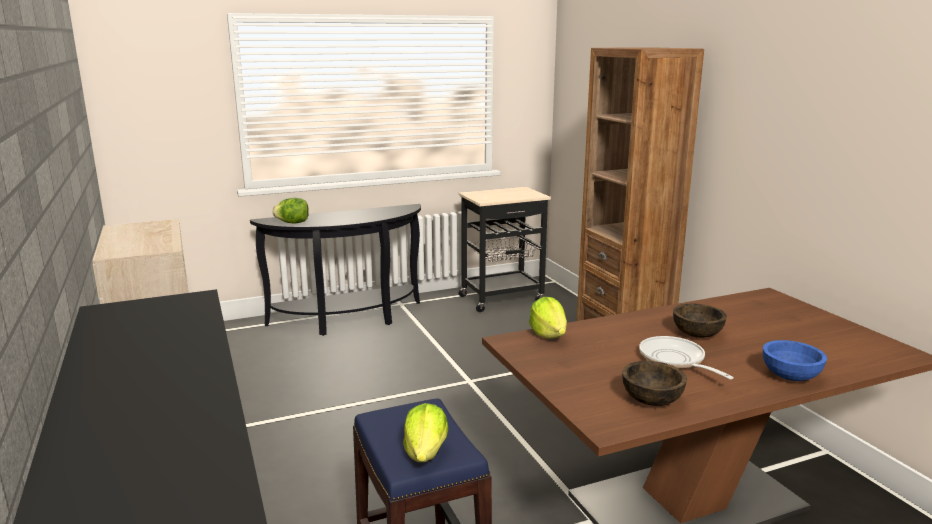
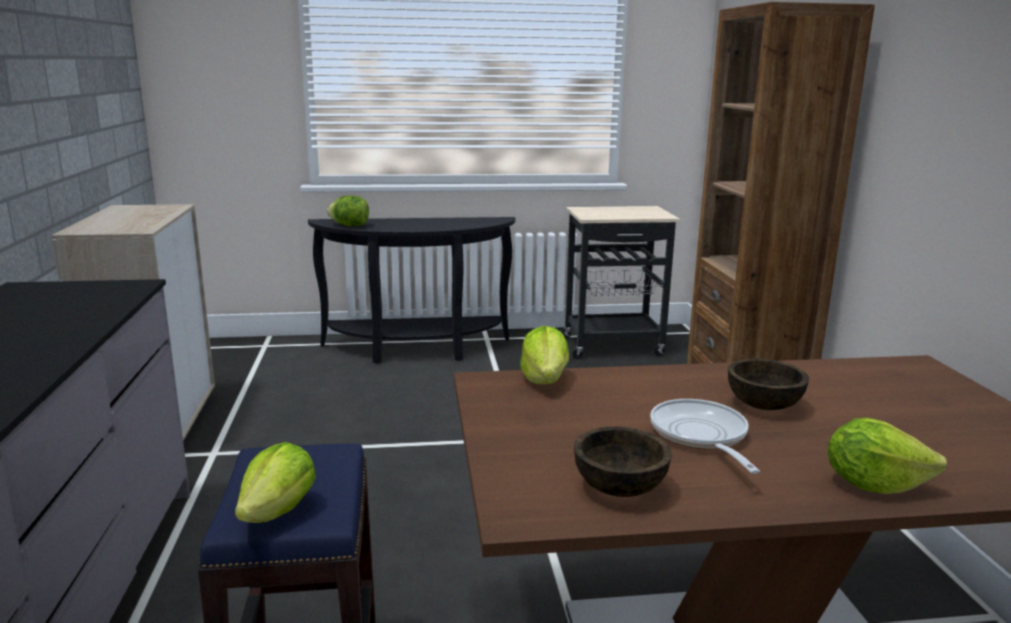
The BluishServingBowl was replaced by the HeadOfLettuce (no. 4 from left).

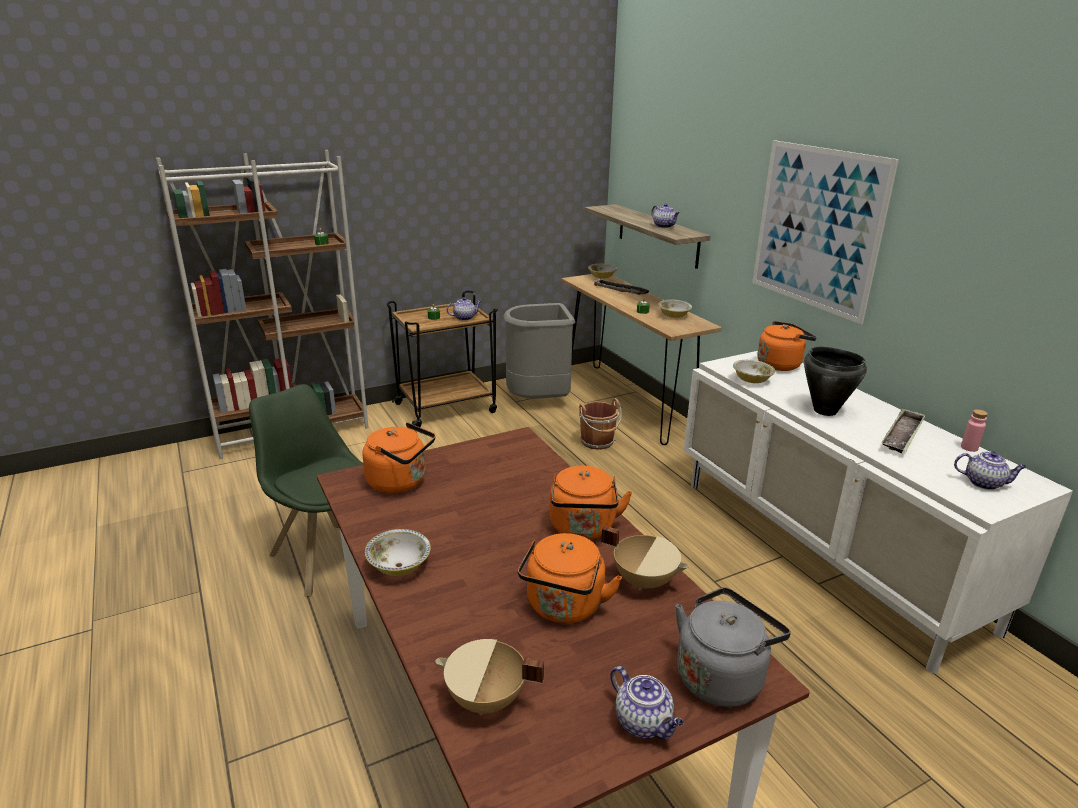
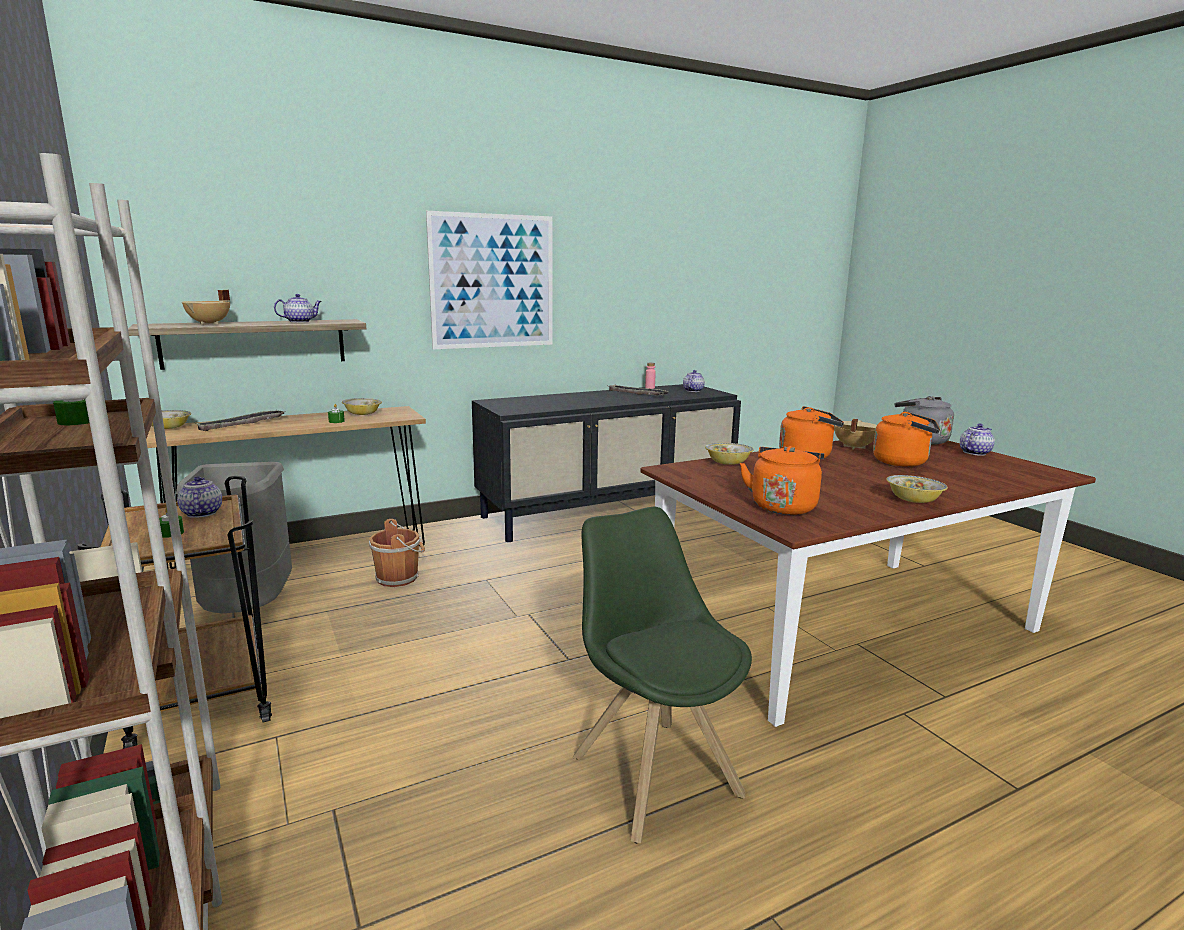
The GreenColouredChair turned 105 degrees clockwise.
The SandColouredStockpot (no. 1 from left) moved.
The WhiteCupboard became the BlackishCupboard.
The ServingBowl (no. 4 from left in the first image) moved.
The OrangeColouredKettle (no. 4 from left) disappeared.
The BlackishStockpot disappeared.

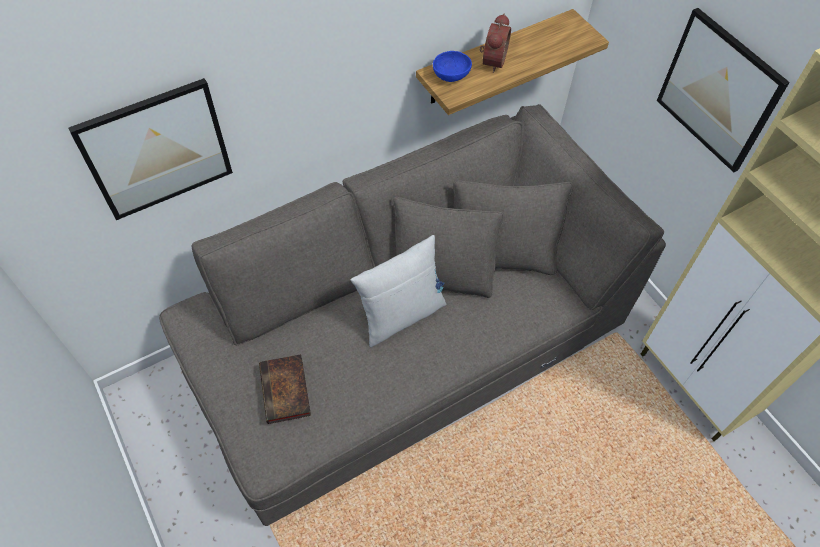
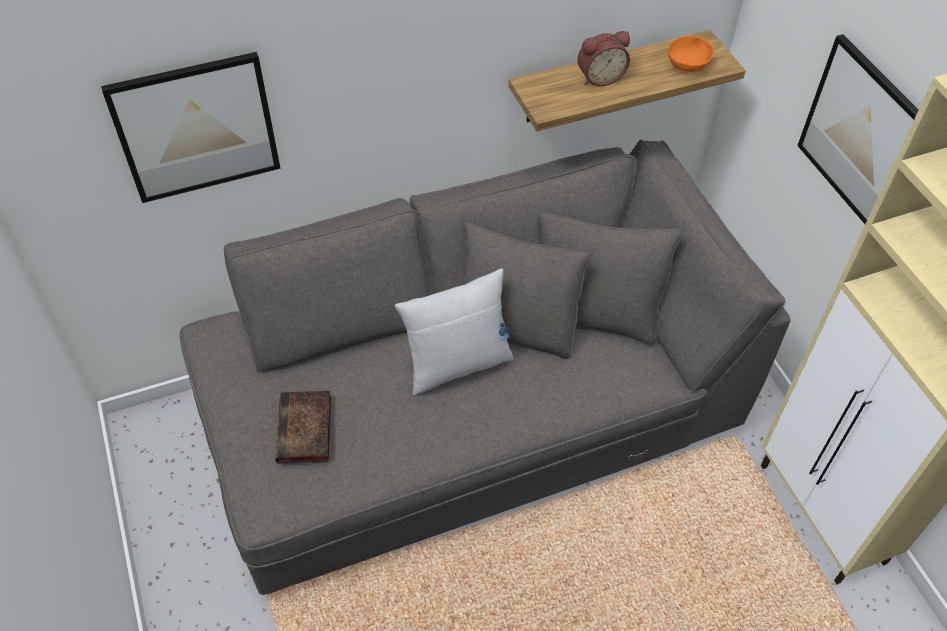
The BluishServingBowl disappeared.
The AlarmClock turned 45 degrees clockwise.
The OrangeColouredServingBowl appeared.

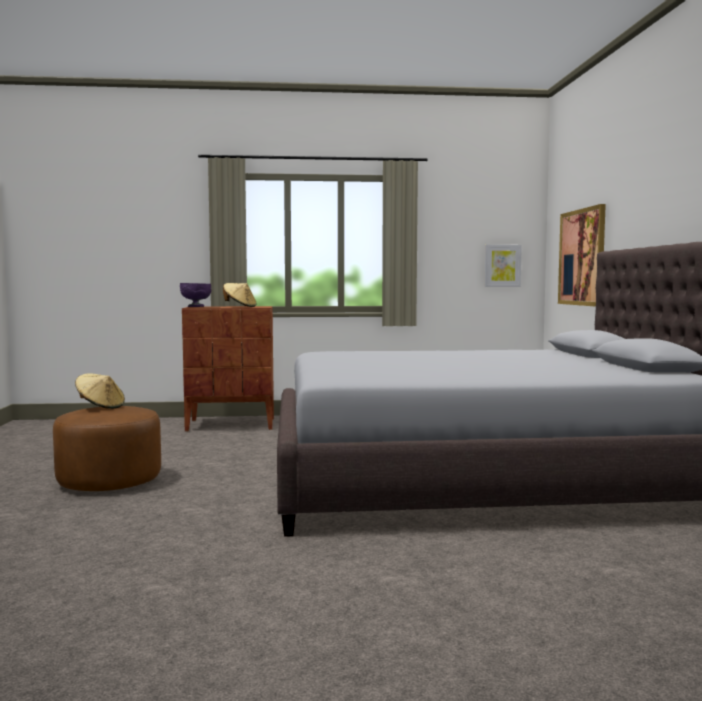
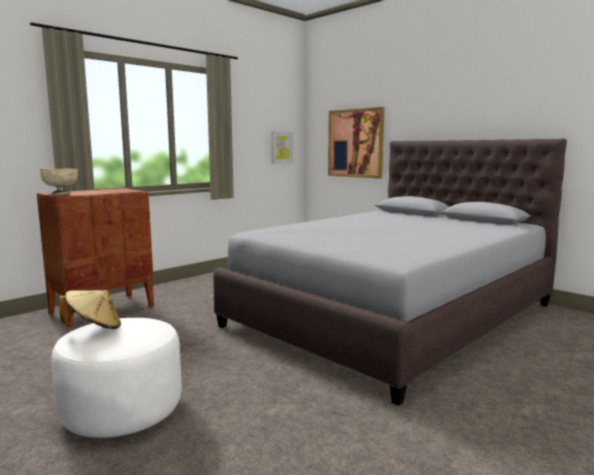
The BrownOttoman became the WhiteOttoman.
The PurpleColouredServingBowl became the SandColouredServingBowl.
The SandColouredHat (no. 2 from left) disappeared.

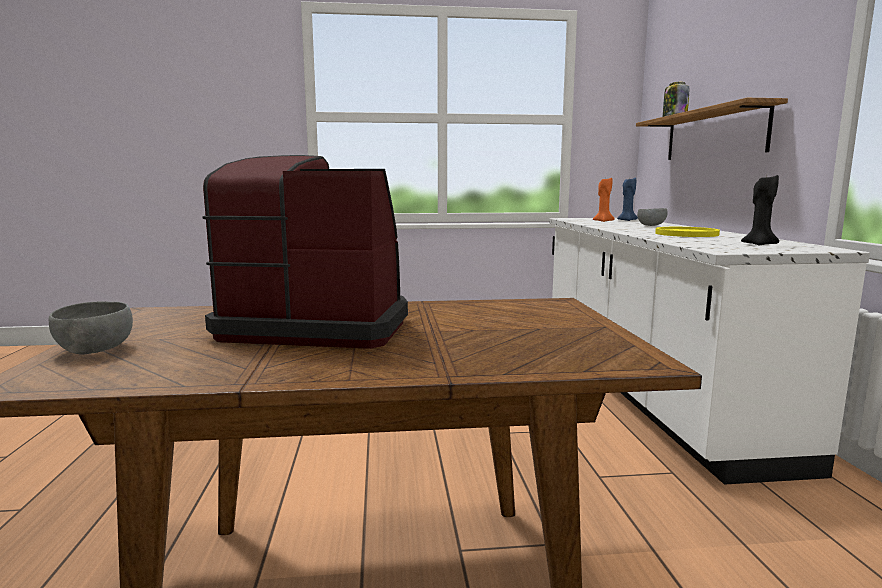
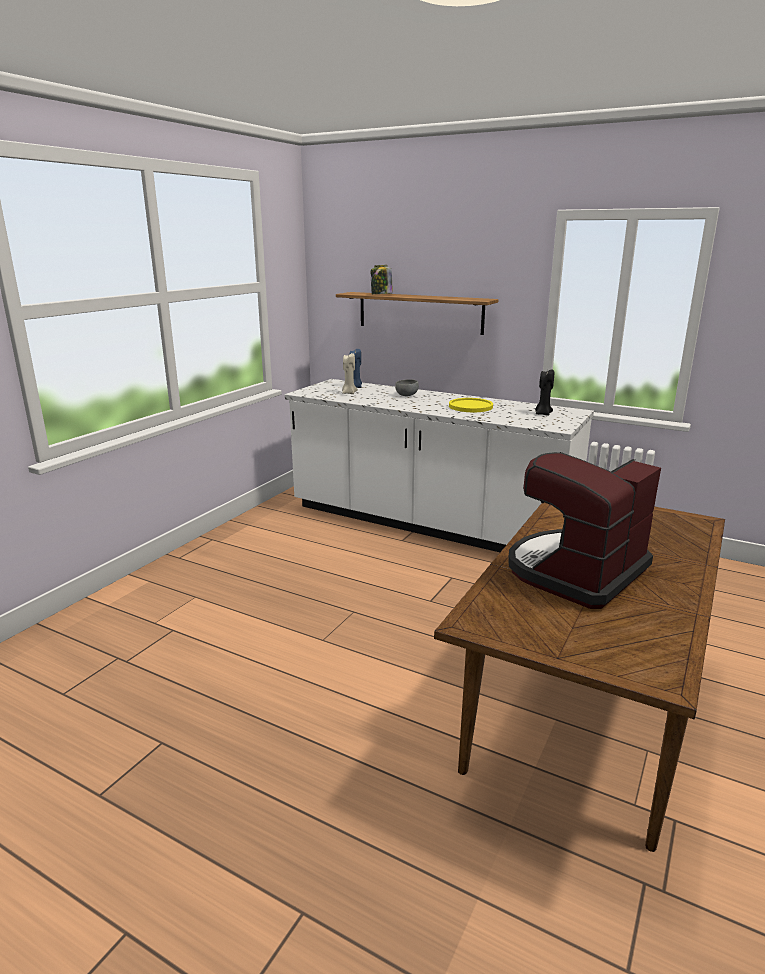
The GreyServingBowl (no. 1 from left) disappeared.
The OrangeColouredCandle became the SandColouredCandle.

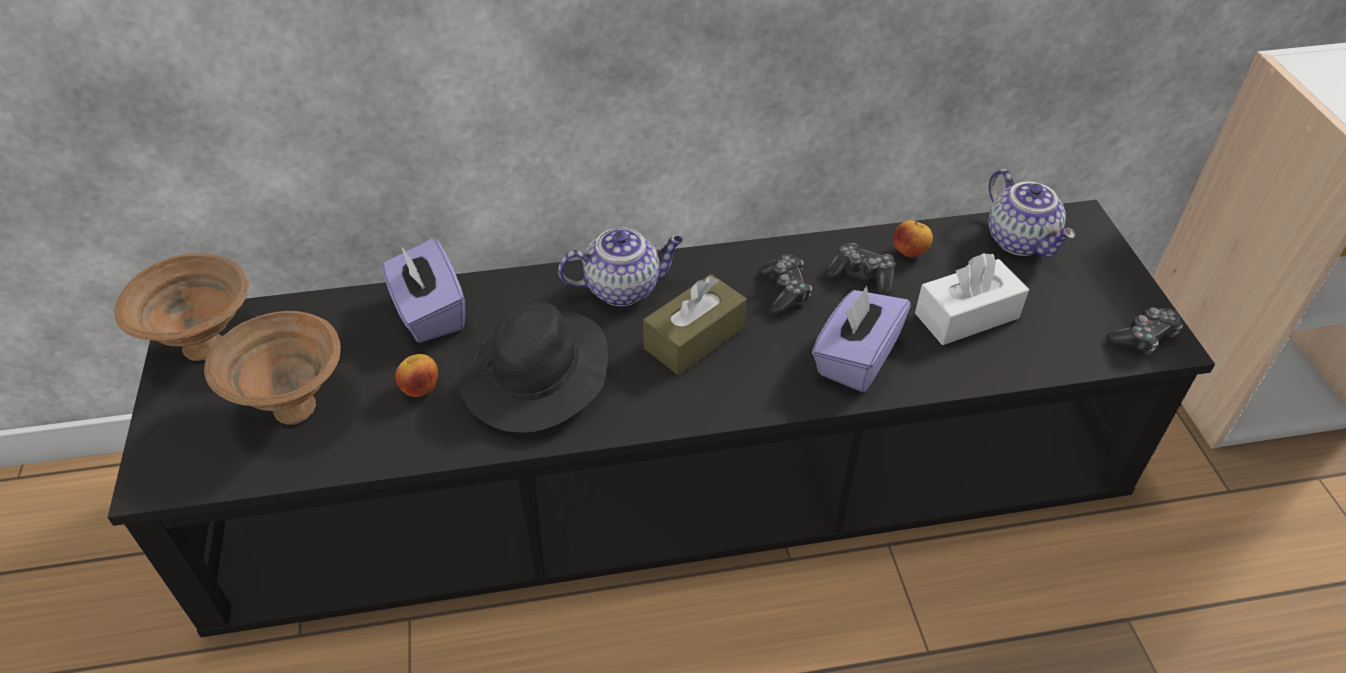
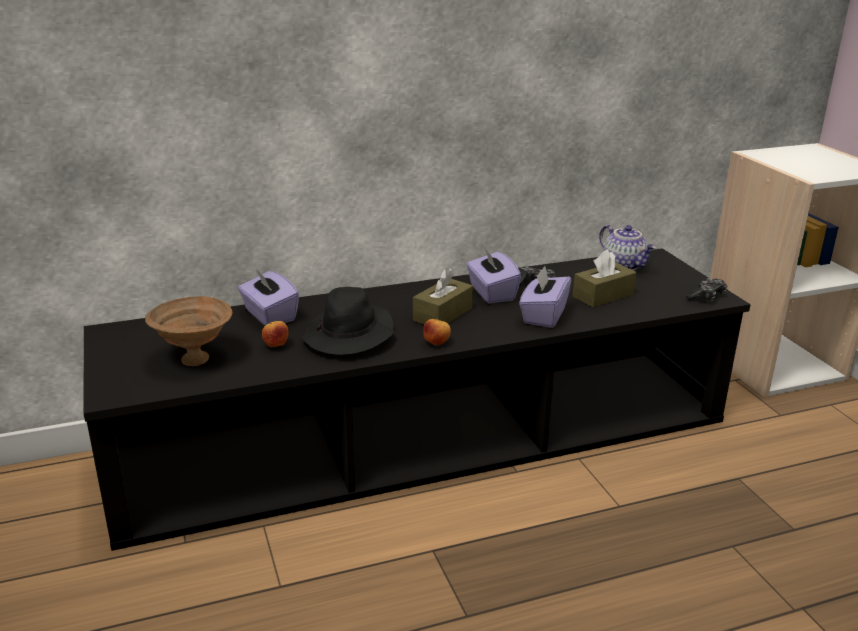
The BrownServingBowl (no. 1 from left) disappeared.
The PotForTea (no. 1 from left) disappeared.
The GameController (no. 1 from left) was replaced by the PurpleColouredBoxOfTissues (no. 2 from left).
The AppleFruit (no. 2 from left) moved.
The WhiteBoxOfTissues became the BrownBoxOfTissues (no. 2 from left).

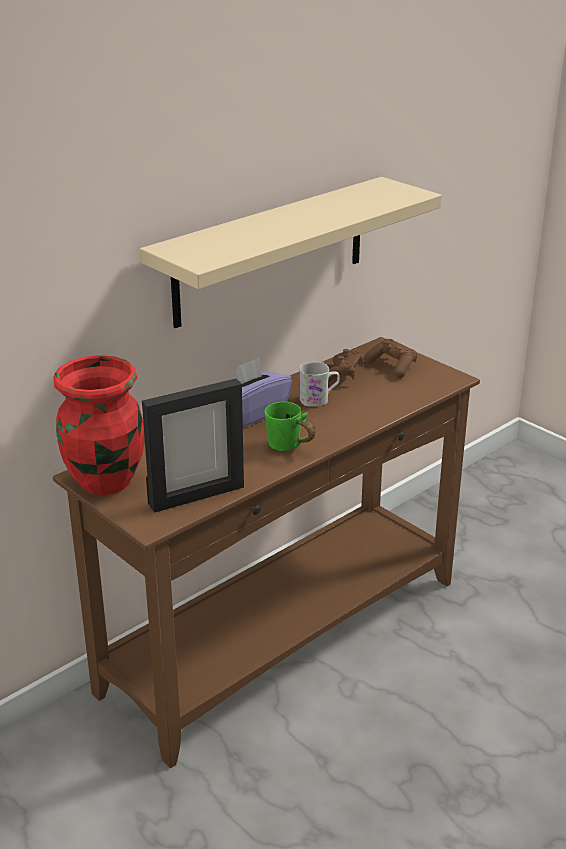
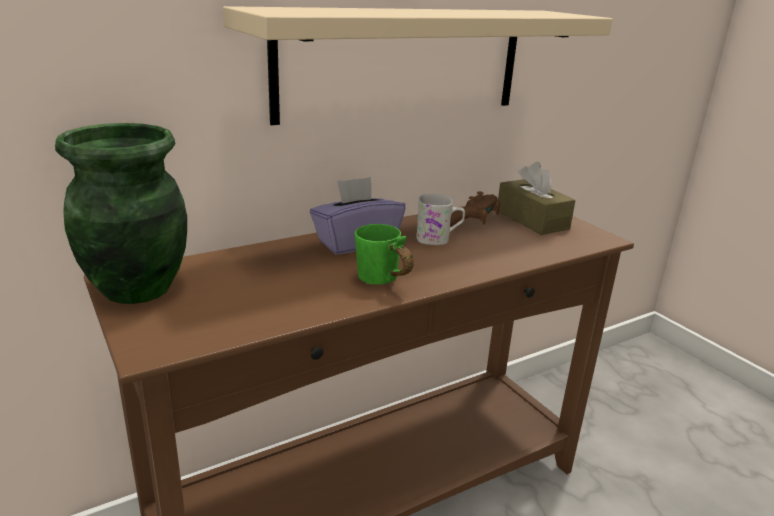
The ReddishFlowerVase became the GreenColouredFlowerVase.
The PhotoFrame disappeared.
The BrownGameController (no. 2 from left) was replaced by the BrownBoxOfTissues.

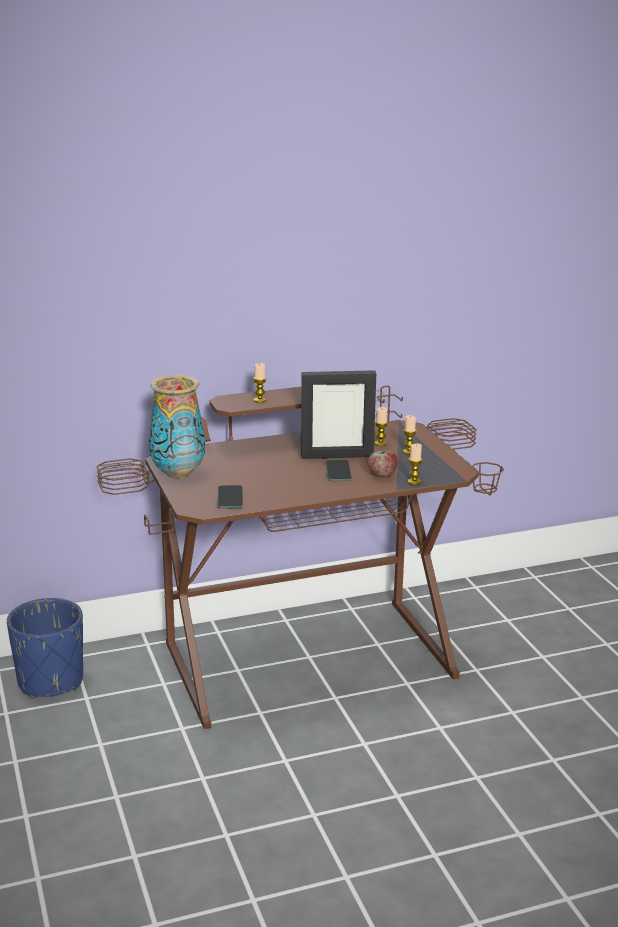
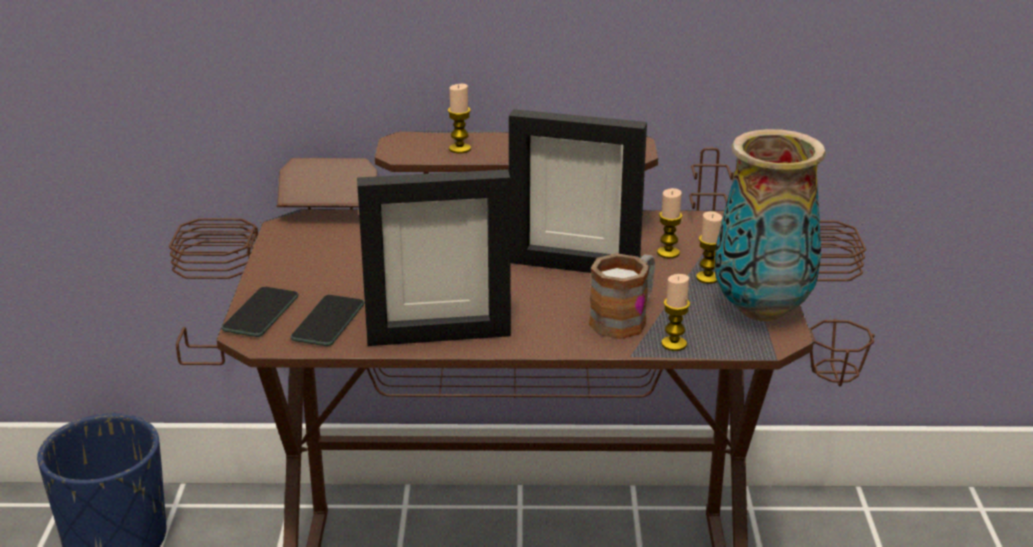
The FlowerVase moved.
The Phone (no. 2 from left in the first image) moved.
The AppleFruit was replaced by the Mug.
The PhotoFrame (no. 1 from left) appeared.

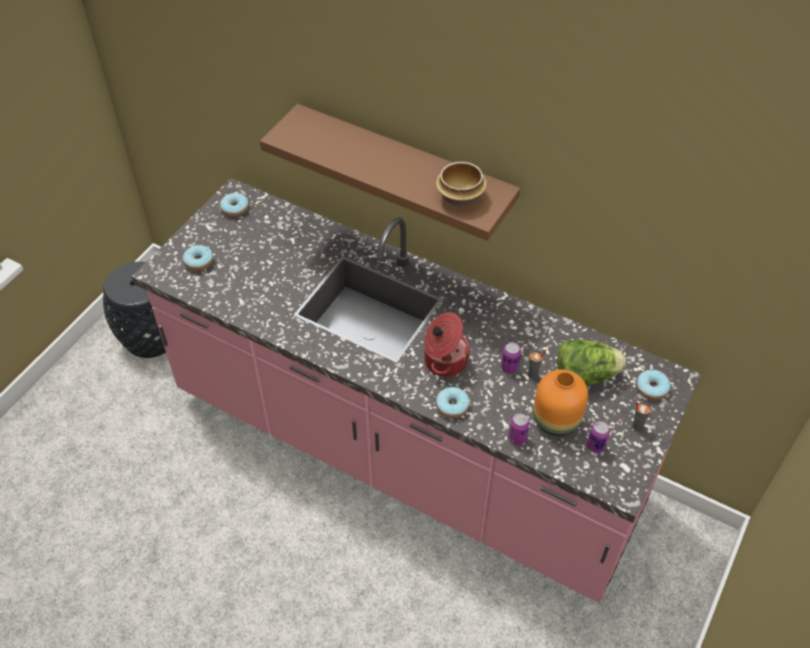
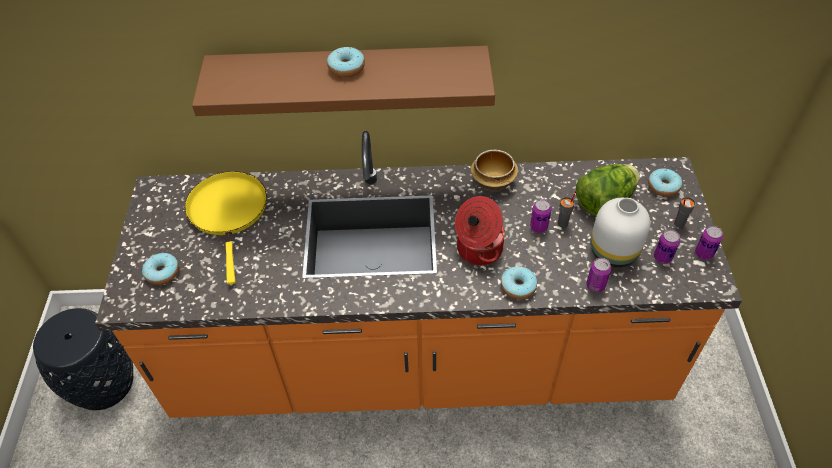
The PinkColouredKitchenBaseUnit became the OrangeColouredKitchenBaseUnit.
The Doughnut (no. 2 from left) moved.
The ServingBowl moved.
The OrangeColouredFlowerVase became the WhiteFlowerVase.
The YellowishSkillet appeared.
The MetalCan (no. 4 from left) appeared.

